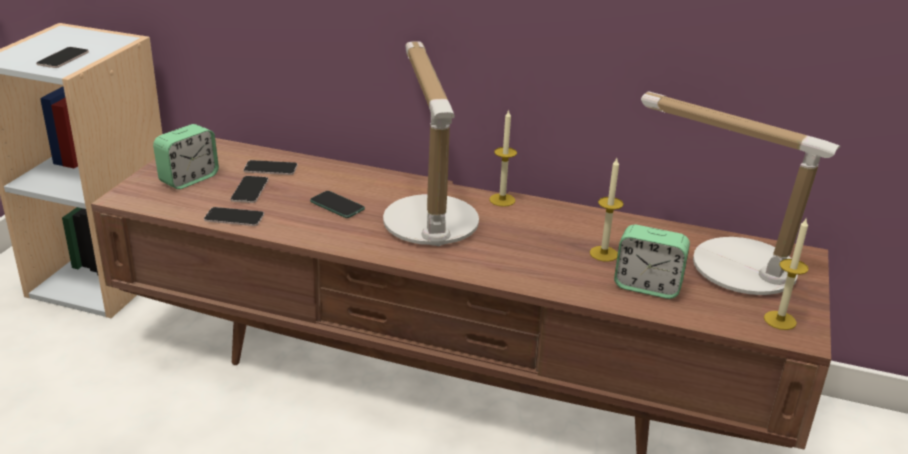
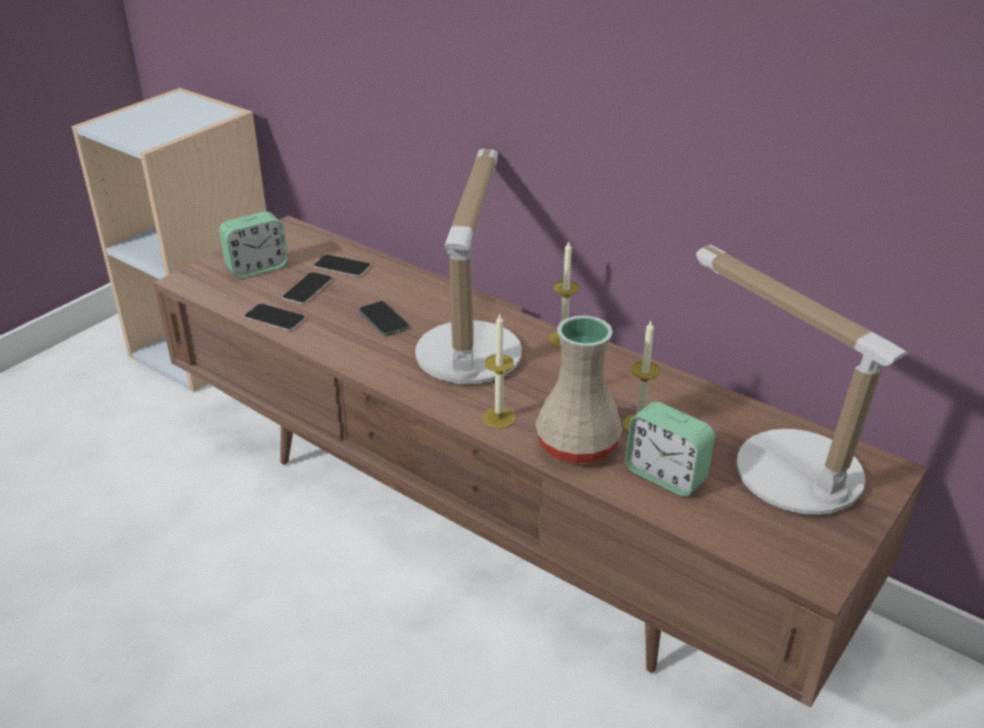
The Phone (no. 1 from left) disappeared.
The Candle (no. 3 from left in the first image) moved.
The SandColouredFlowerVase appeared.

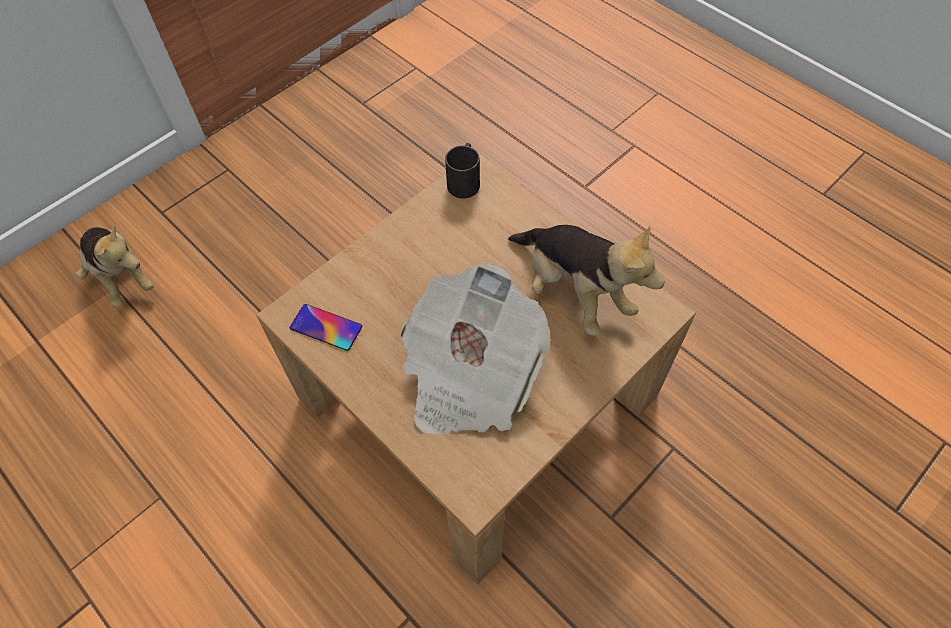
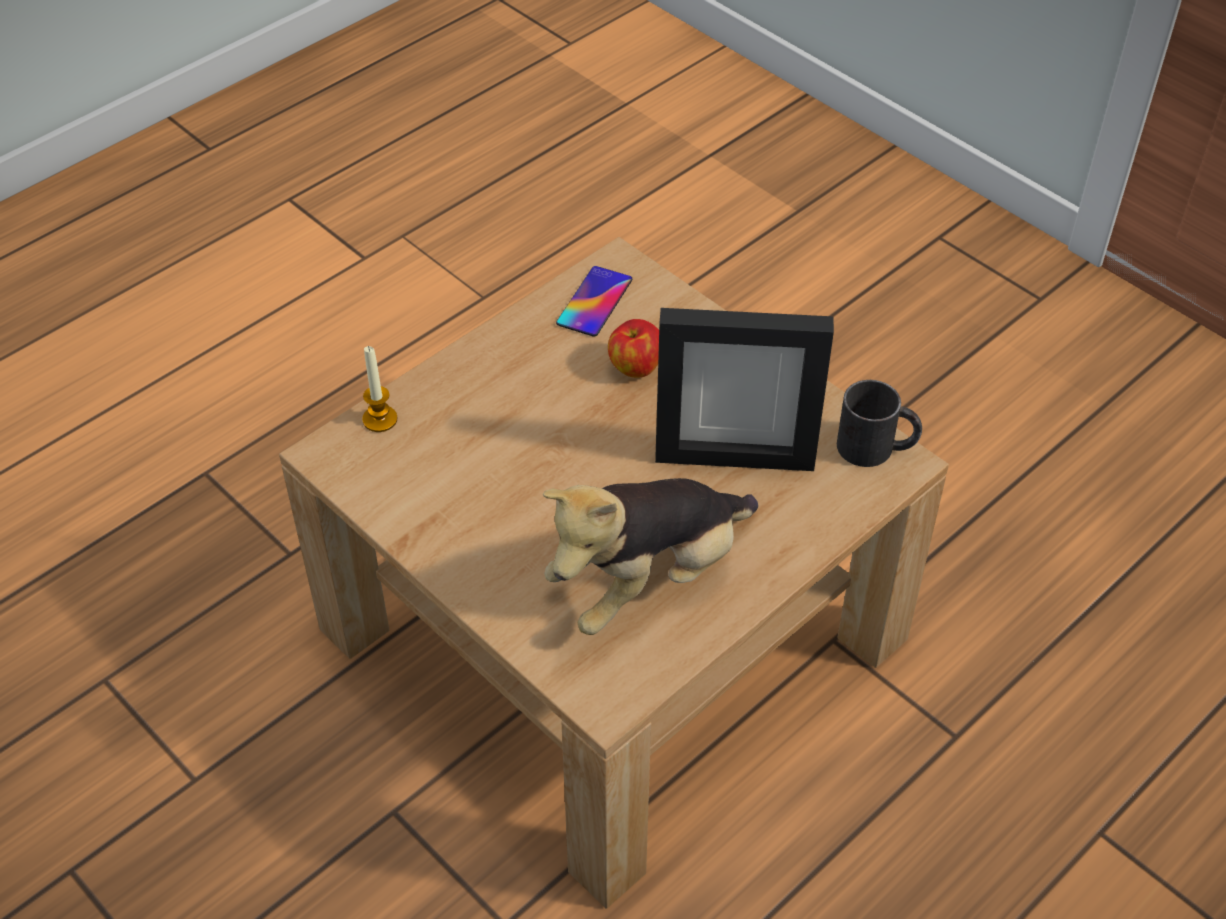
The PlushToy (no. 1 from left) disappeared.
The PrintedPaper disappeared.
The Candle appeared.
The AppleFruit appeared.
The PhotoFrame appeared.

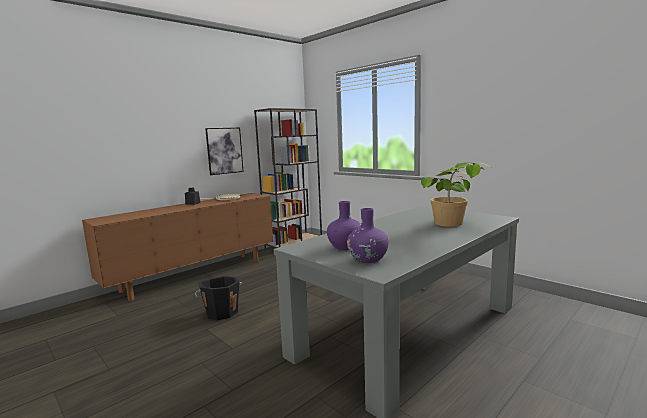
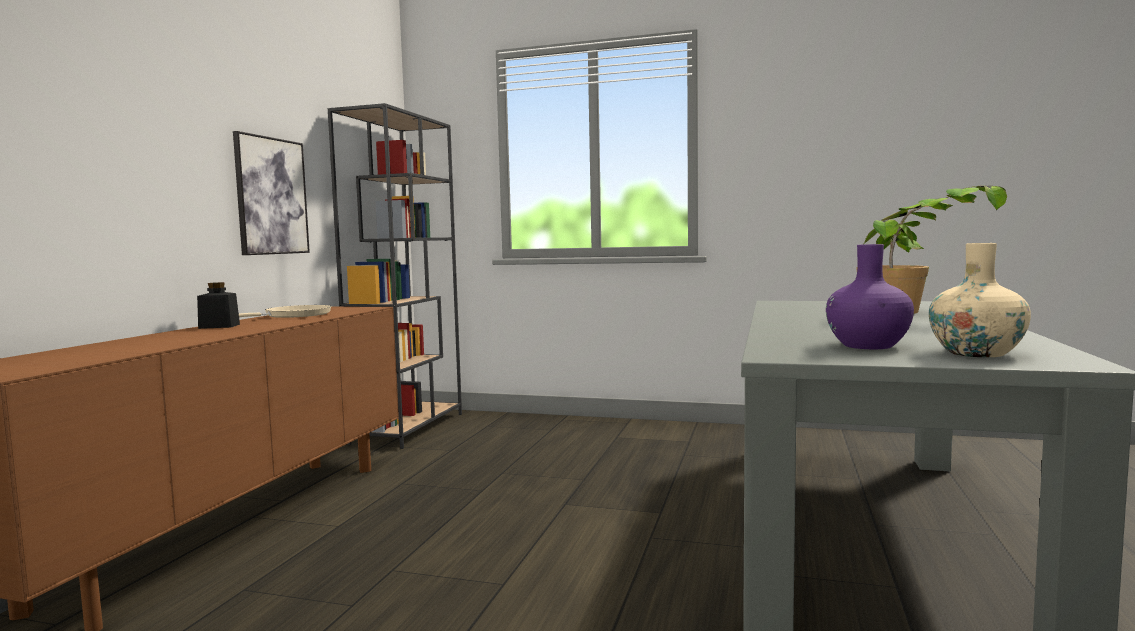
The BlackishPail disappeared.
The PurpleColouredFlowerVase (no. 2 from left) became the SandColouredFlowerVase.

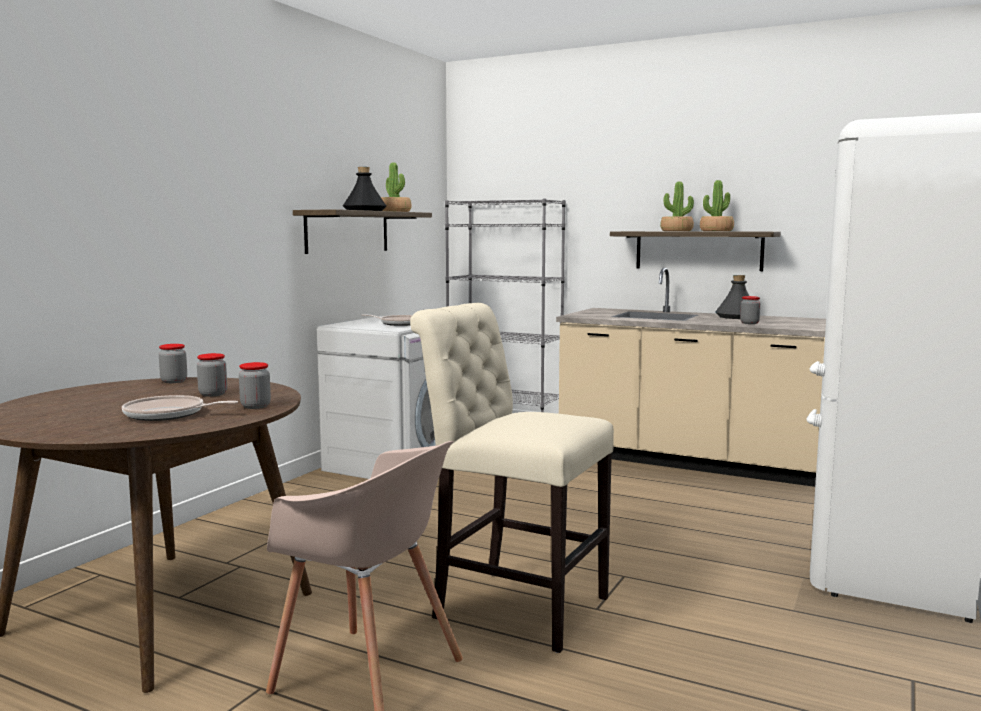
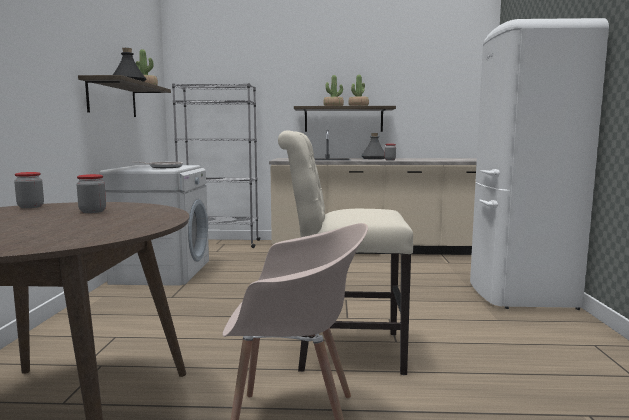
The Skillet (no. 1 from left) disappeared.
The PreserveJar (no. 3 from left) disappeared.

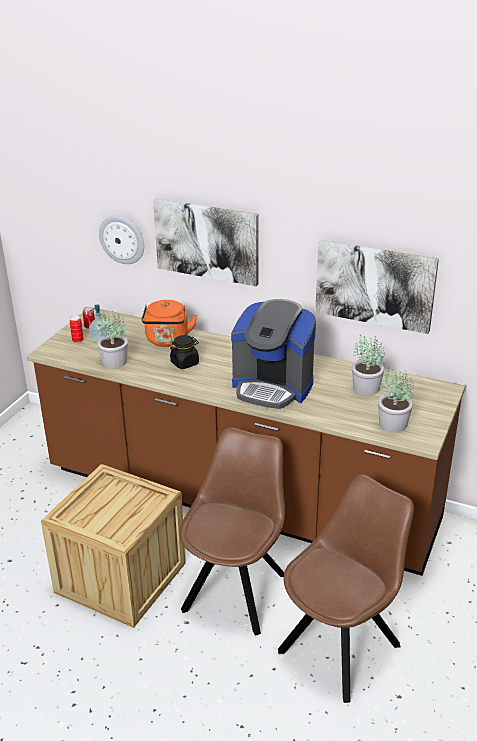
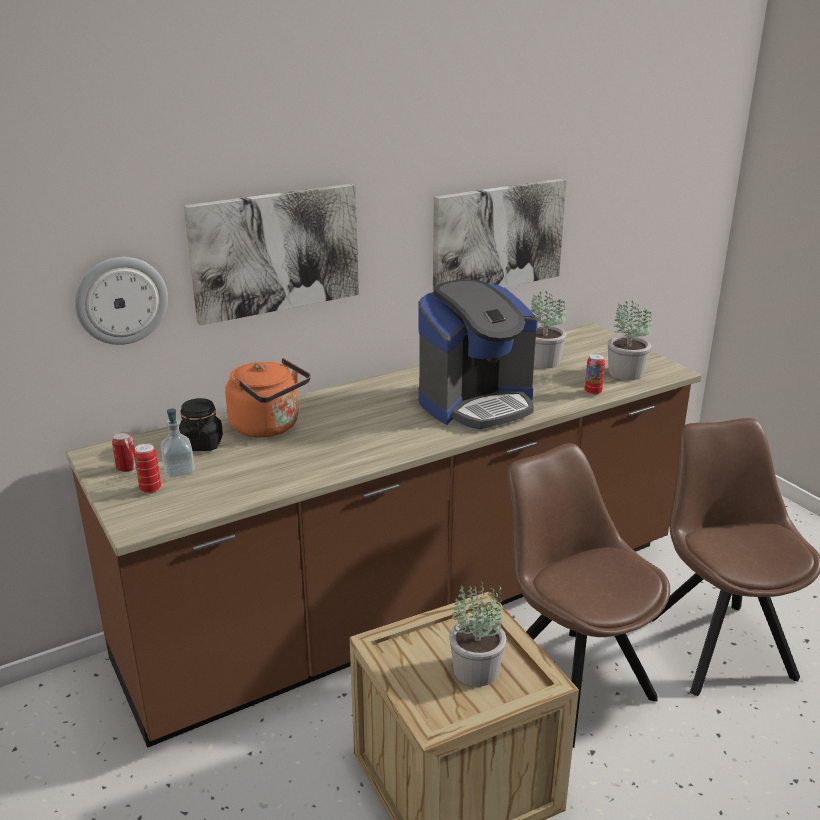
The PlantInAPot (no. 1 from left) moved.
The BlackishPreserveJar moved.
The MetalCan (no. 3 from left) appeared.

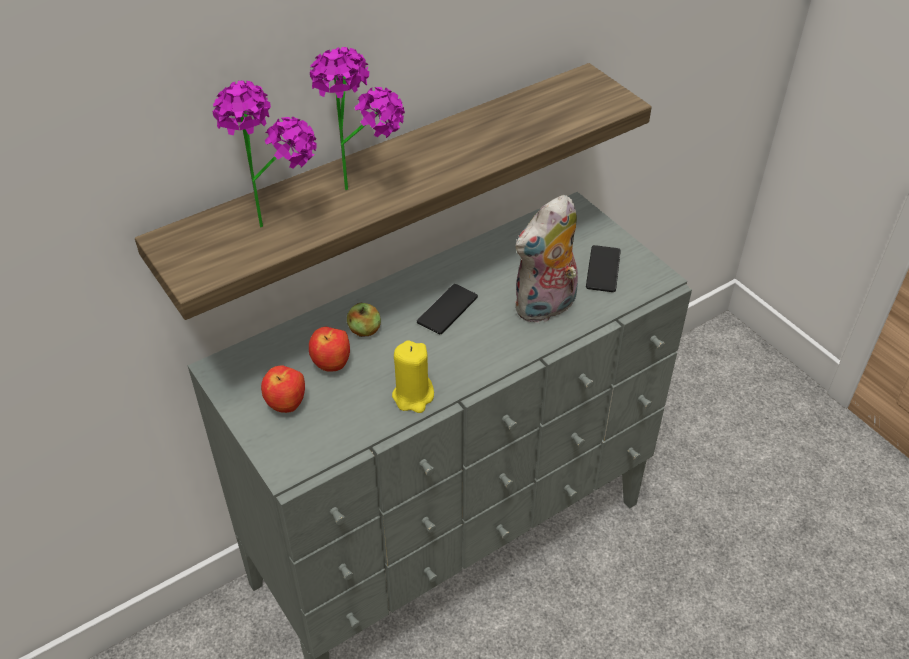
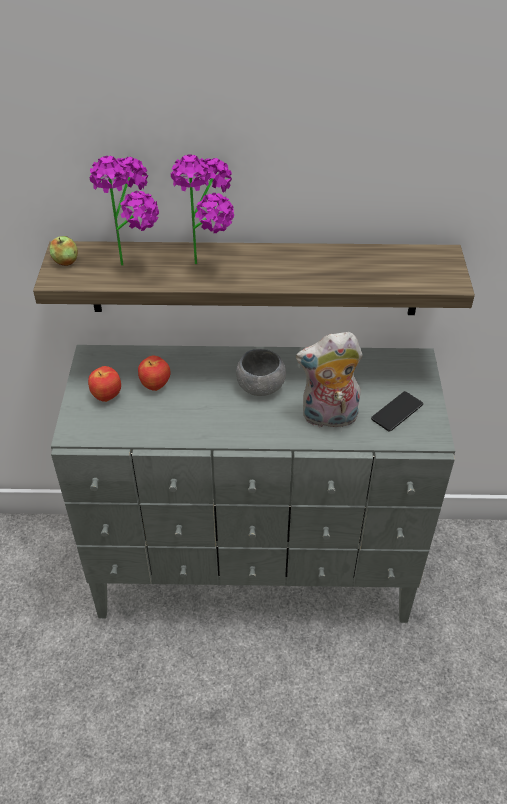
The AppleFruit (no. 3 from left in the first image) moved.
The YellowishCandle disappeared.
The Phone (no. 1 from left) was replaced by the GreyServingBowl.

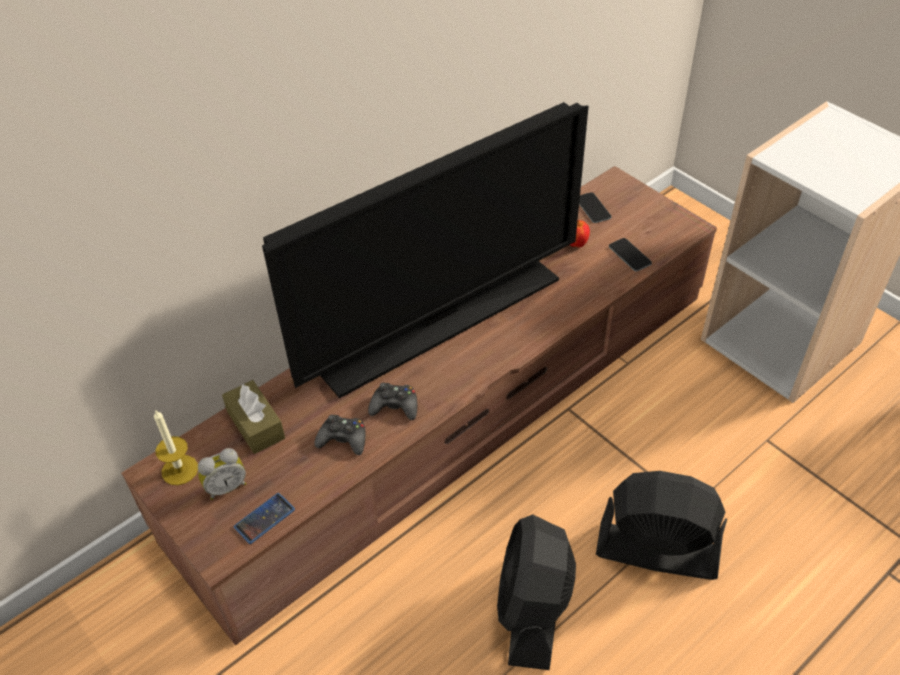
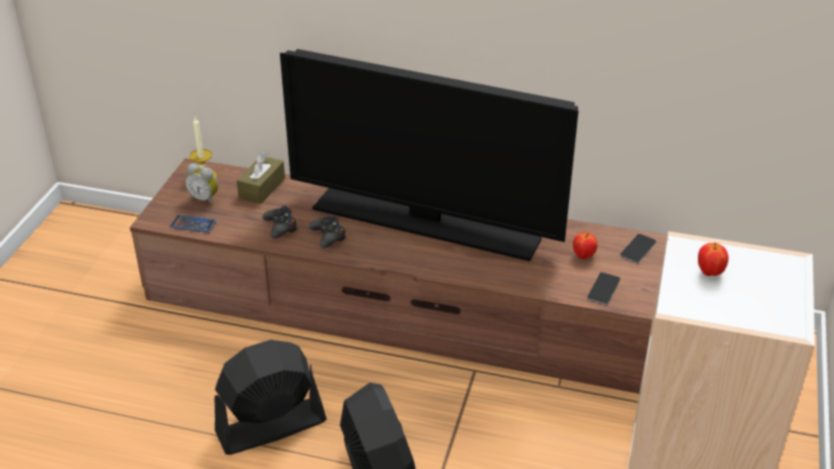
The AppleFruit (no. 2 from left) appeared.

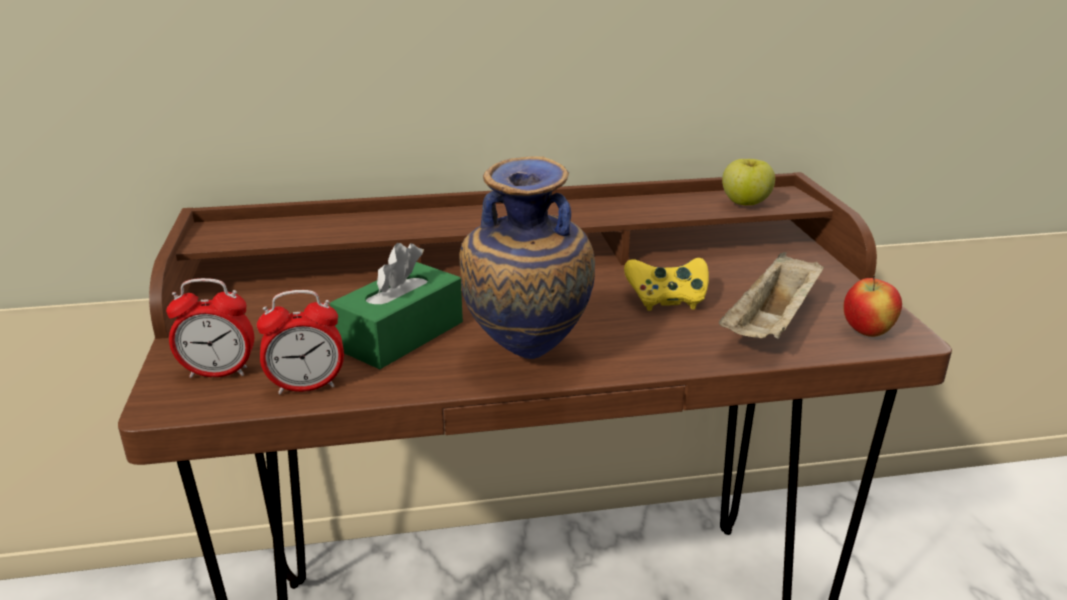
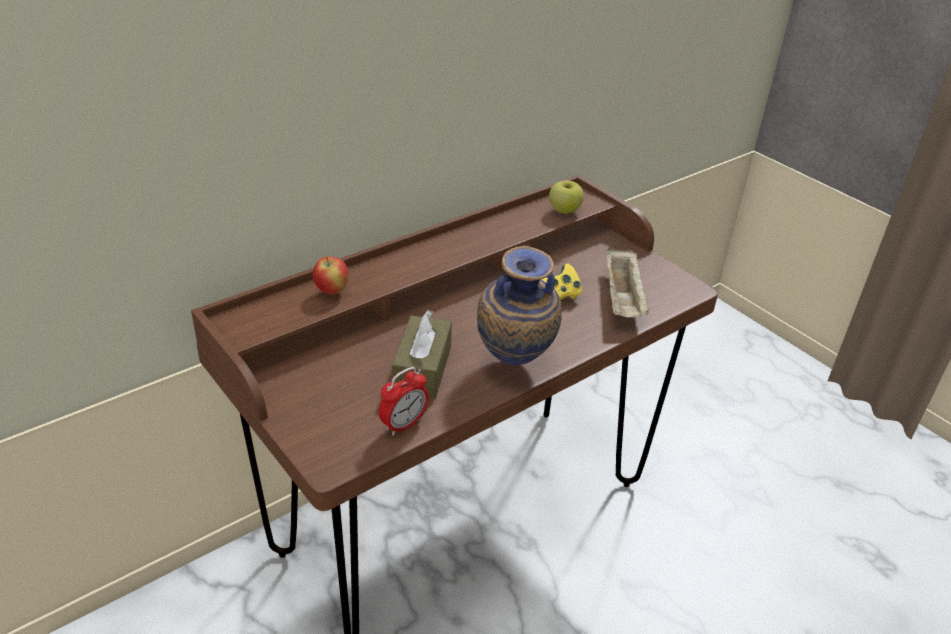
The AlarmClock (no. 1 from left) disappeared.
The GreenColouredBoxOfTissues became the BrownBoxOfTissues.
The AppleFruit (no. 2 from left in the first image) moved.

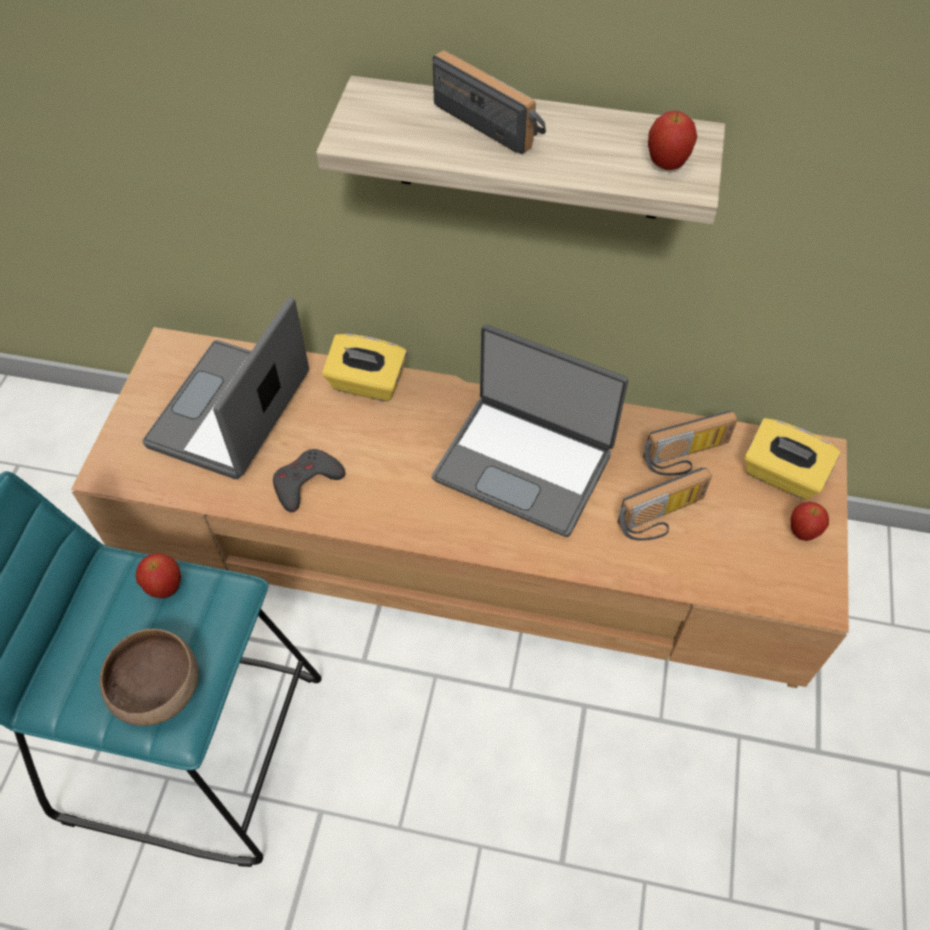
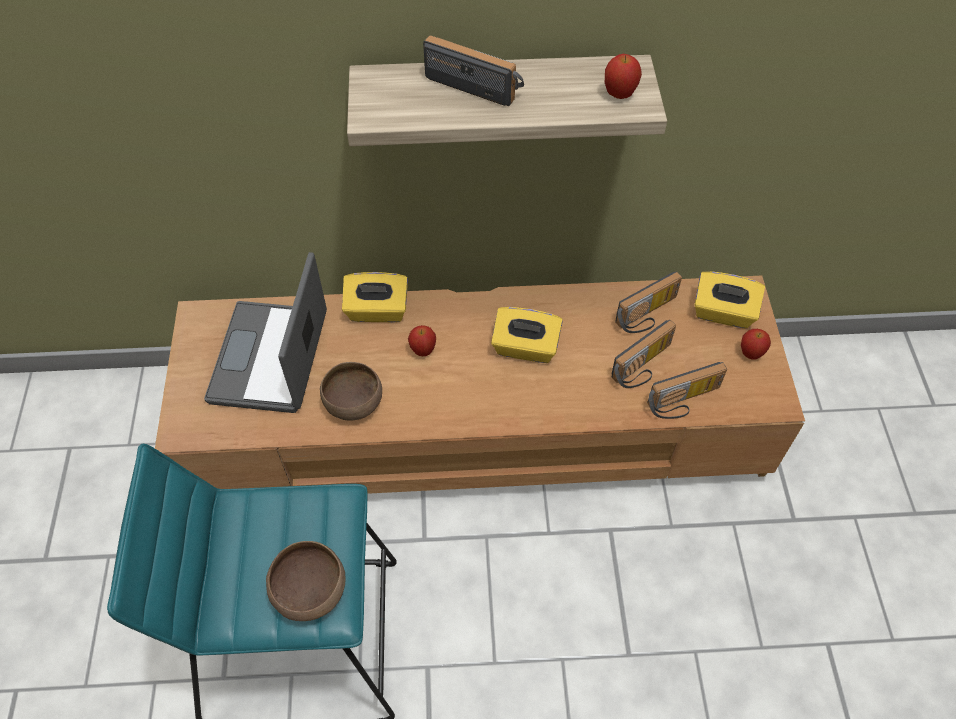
The AppleFruit (no. 1 from left) moved.
The GreyGameController was replaced by the BrownServingBowl (no. 2 from left).
The PortableComputer (no. 2 from left) was replaced by the YellowishBoxOfTissues (no. 2 from left).
The RadioSet (no. 4 from left) appeared.

